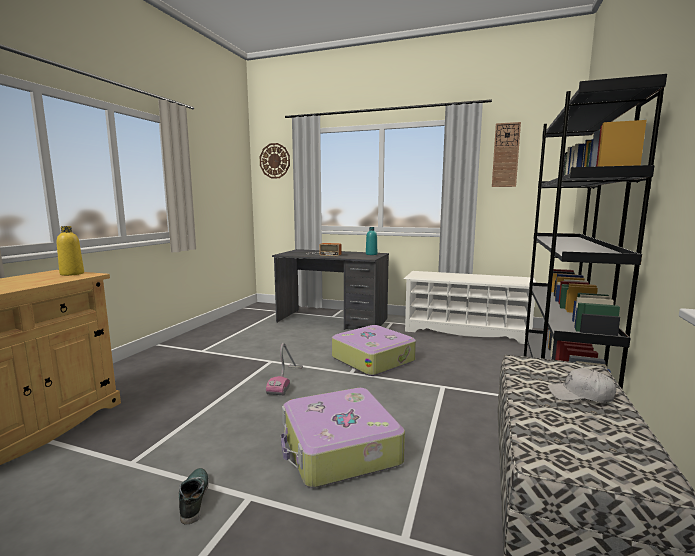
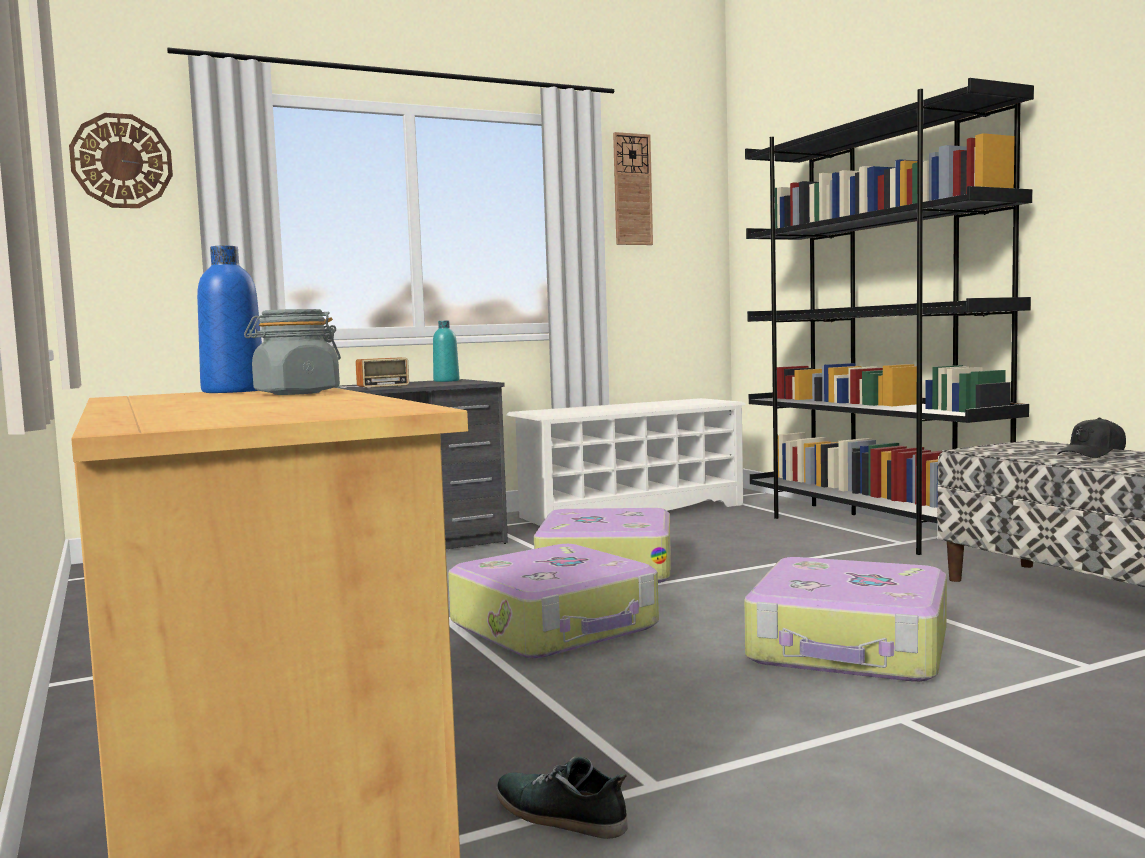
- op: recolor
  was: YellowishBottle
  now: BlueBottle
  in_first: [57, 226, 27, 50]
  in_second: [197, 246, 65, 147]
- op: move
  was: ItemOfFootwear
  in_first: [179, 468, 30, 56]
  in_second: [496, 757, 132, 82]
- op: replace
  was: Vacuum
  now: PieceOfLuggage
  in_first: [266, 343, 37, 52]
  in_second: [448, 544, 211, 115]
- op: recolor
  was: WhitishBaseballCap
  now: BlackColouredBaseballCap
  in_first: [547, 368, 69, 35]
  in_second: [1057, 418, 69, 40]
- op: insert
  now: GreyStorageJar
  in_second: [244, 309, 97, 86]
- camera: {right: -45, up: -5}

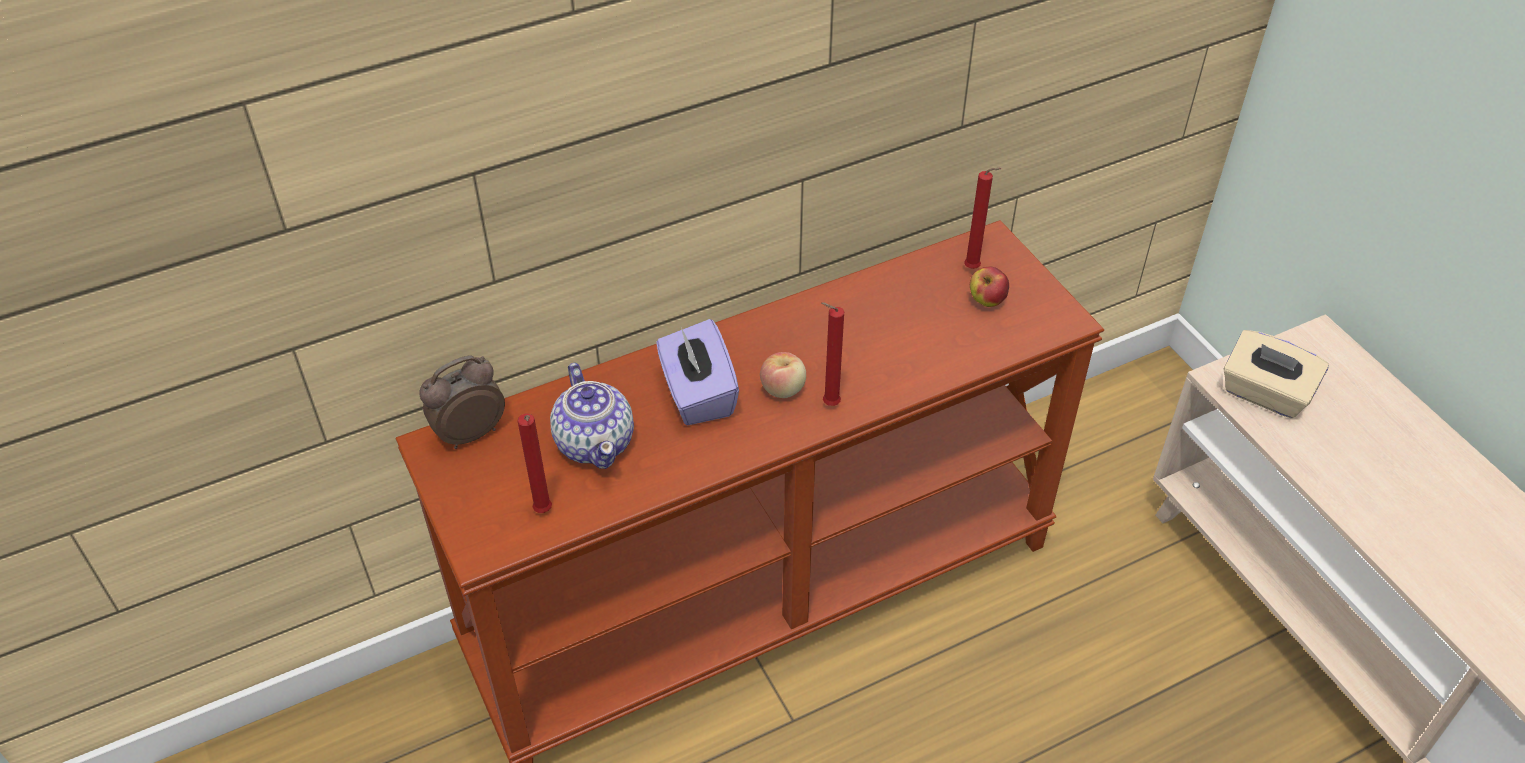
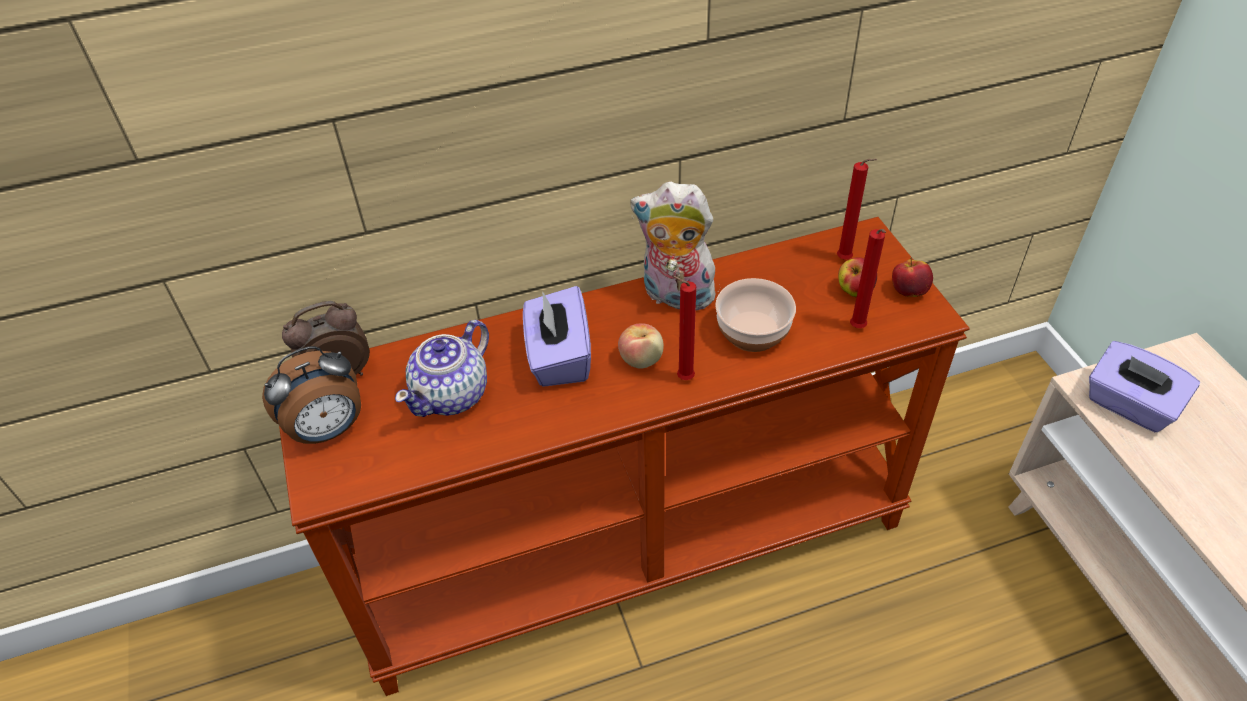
- op: move
  was: RedWaxCandle
  in_first: [518, 414, 34, 99]
  in_second: [850, 229, 36, 99]
- op: rotate
  was: TeaPot
  in_first: [550, 363, 84, 106]
  in_second: [395, 320, 94, 97]
  clockwise: 45
- op: recolor
  was: BeigeColouredTissueHolder
  now: PurpleTissueHolder
  in_first: [1223, 330, 106, 88]
  in_second: [1089, 341, 111, 91]
- op: insert
  now: AlarmClock
  in_second: [262, 346, 99, 98]
- op: insert
  now: PlushToy
  in_second: [630, 182, 90, 128]
- op: insert
  now: ServingBowl
  in_second: [715, 278, 81, 74]
- op: insert
  now: AppleFruit
  in_second: [892, 258, 41, 39]
- camera: {right: 10, up: 0}

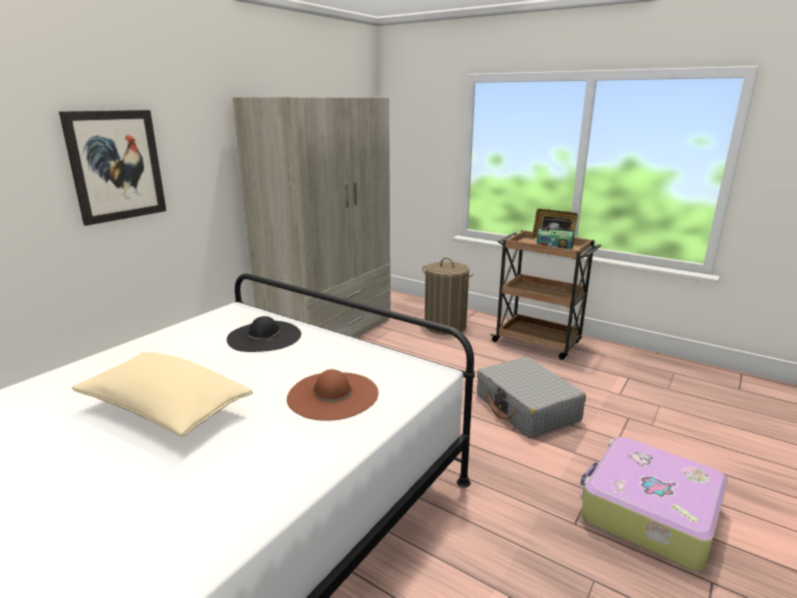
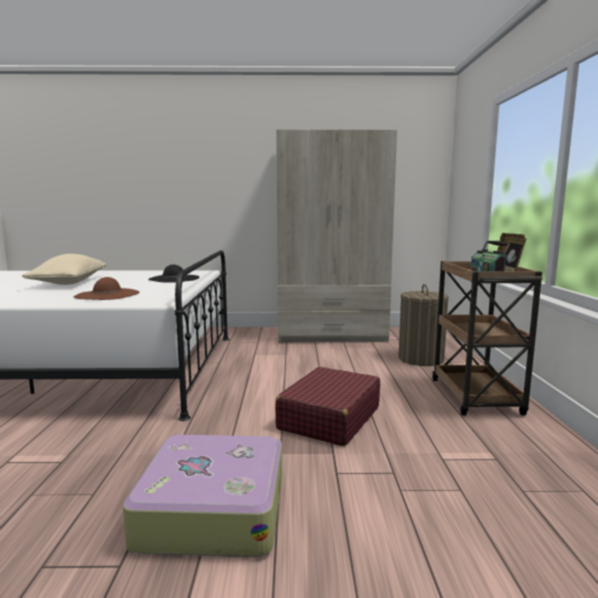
- op: delete
  was: WallPicture
  in_first: [59, 110, 107, 116]
- op: recolor
  was: GreyPieceOfLuggage
  now: RedPieceOfLuggage
  in_first: [477, 357, 109, 82]
  in_second: [275, 367, 105, 79]
- camera: {right: 55, up: -10}

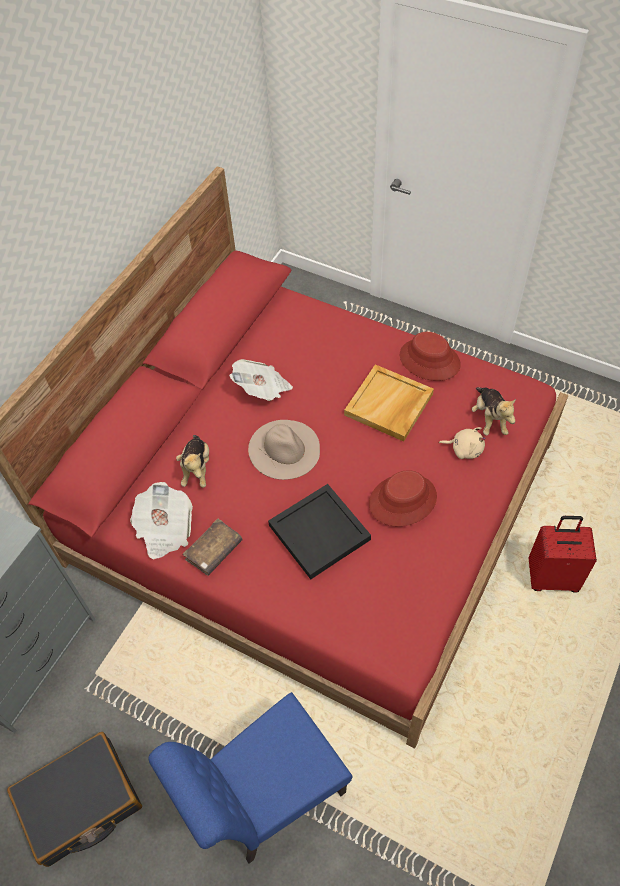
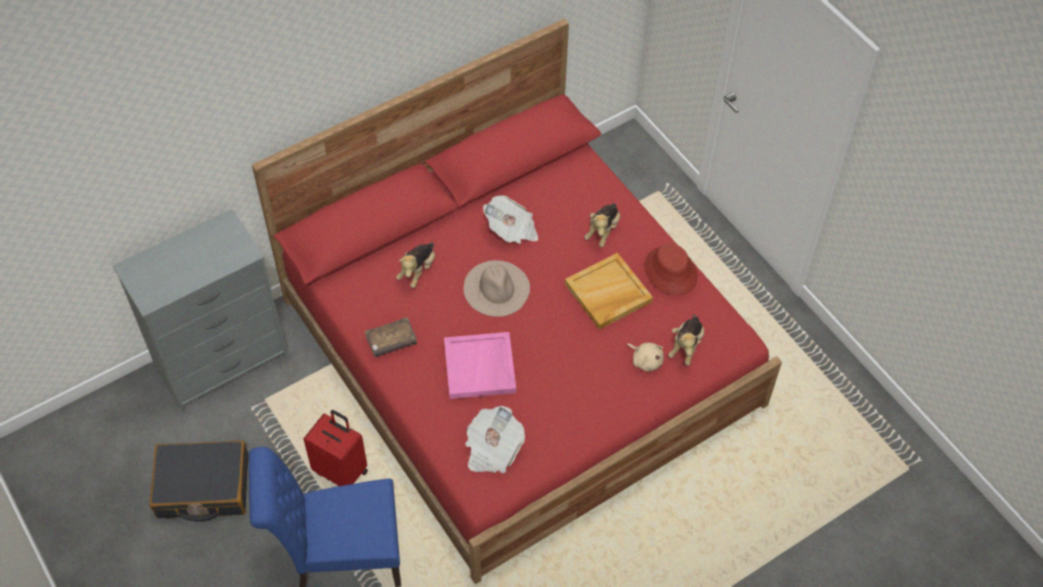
- op: move
  was: DailyPaper
  in_first: [130, 482, 63, 77]
  in_second: [465, 406, 60, 67]
- op: recolor
  was: BlackColouredTray
  now: PinkColouredTray
  in_first: [268, 484, 103, 95]
  in_second: [444, 332, 72, 67]
- op: delete
  was: RedWearableHat
  in_first: [369, 470, 68, 56]
- op: move
  was: RedPieceOfLuggage
  in_first: [528, 516, 69, 76]
  in_second: [303, 410, 65, 76]
- op: insert
  now: PlushToy
  in_second: [584, 203, 36, 44]
- camera: {right: 25, up: 0}

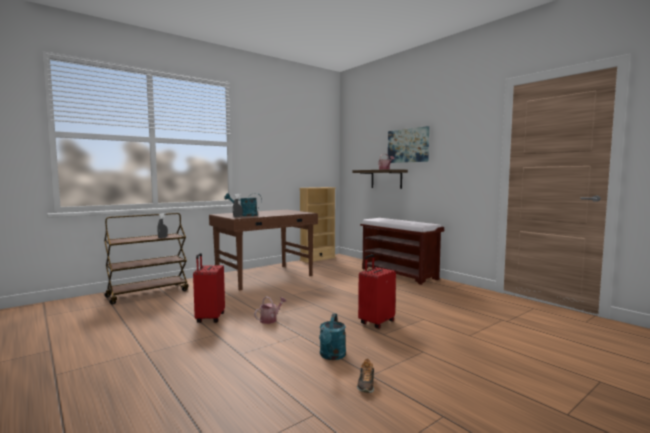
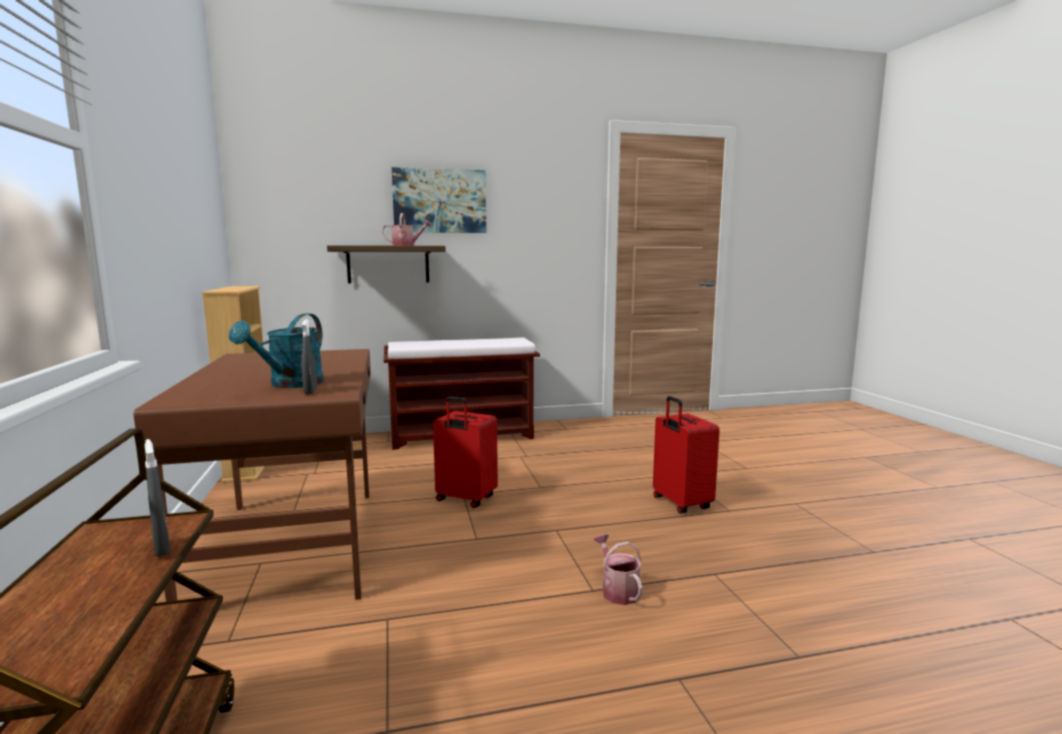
- op: move
  was: RedPieceOfLuggage
  in_first: [193, 253, 32, 70]
  in_second: [433, 396, 65, 112]
- op: delete
  was: TurquoiseWateringPot
  in_first: [319, 313, 27, 47]
- op: delete
  was: ItemOfFootwear
  in_first: [357, 358, 17, 35]
- camera: {right: -65, up: 5}

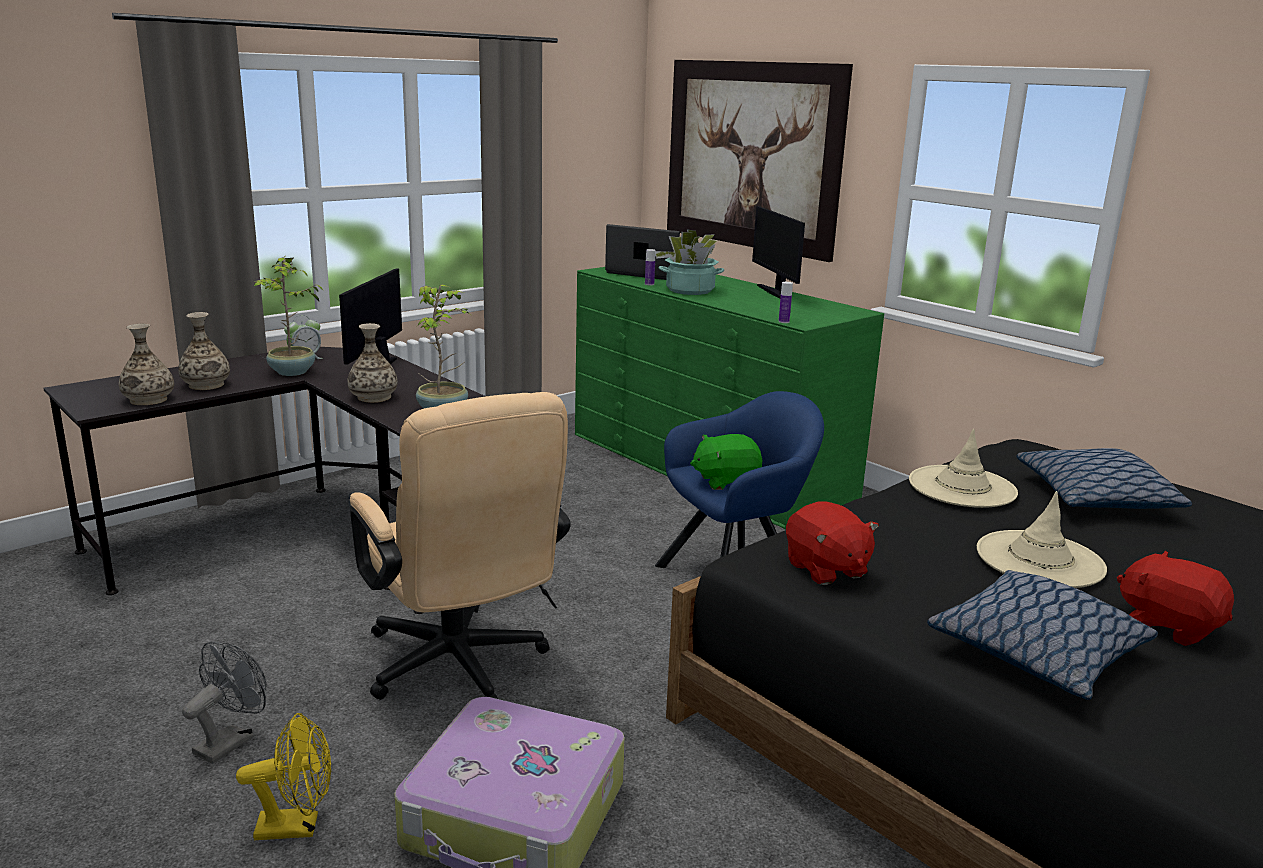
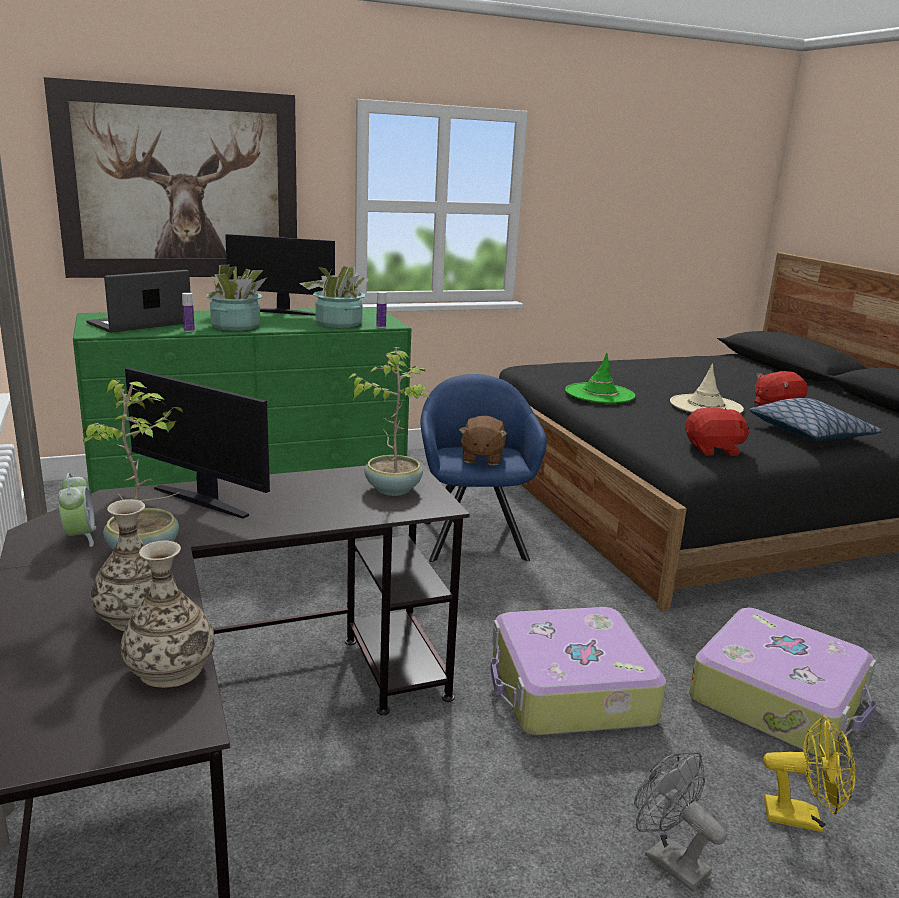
- op: rotate
  was: YellowishFan
  in_first: [236, 713, 95, 127]
  in_second: [763, 716, 92, 116]
  clockwise: 90
- op: delete
  was: DecorativeVase
  in_first: [347, 323, 51, 80]
- op: replace
  was: BeigeColouredOfficeChair
  now: PieceOfLuggage
  in_first: [349, 392, 222, 308]
  in_second: [490, 607, 176, 129]
- op: recolor
  was: GreenPlushToy
  now: BrownishPlushToy
  in_first: [690, 434, 73, 56]
  in_second: [459, 415, 48, 50]
- op: recolor
  was: BeigeColouredWearableHat
  now: GreenWearableHat
  in_first: [909, 429, 109, 79]
  in_second: [565, 353, 70, 50]
- op: delete
  was: Cushion
  in_first: [1017, 448, 175, 61]
- op: insert
  now: Houseplant
  in_second: [299, 266, 70, 62]
- camera: {right: -70, up: 0}

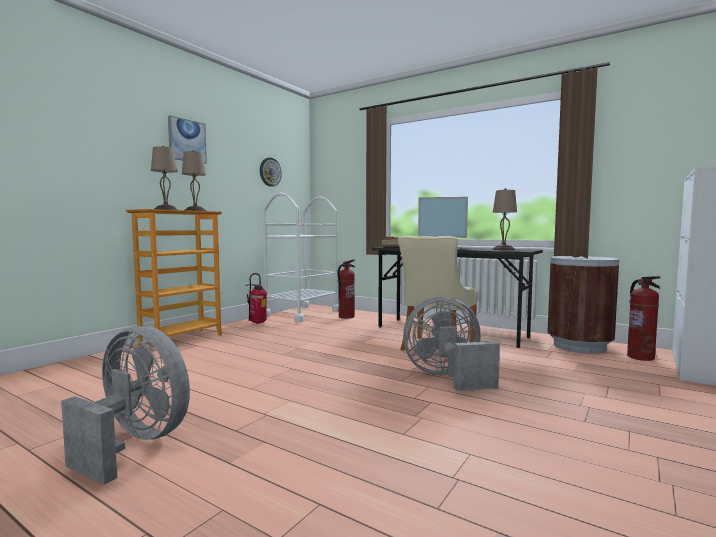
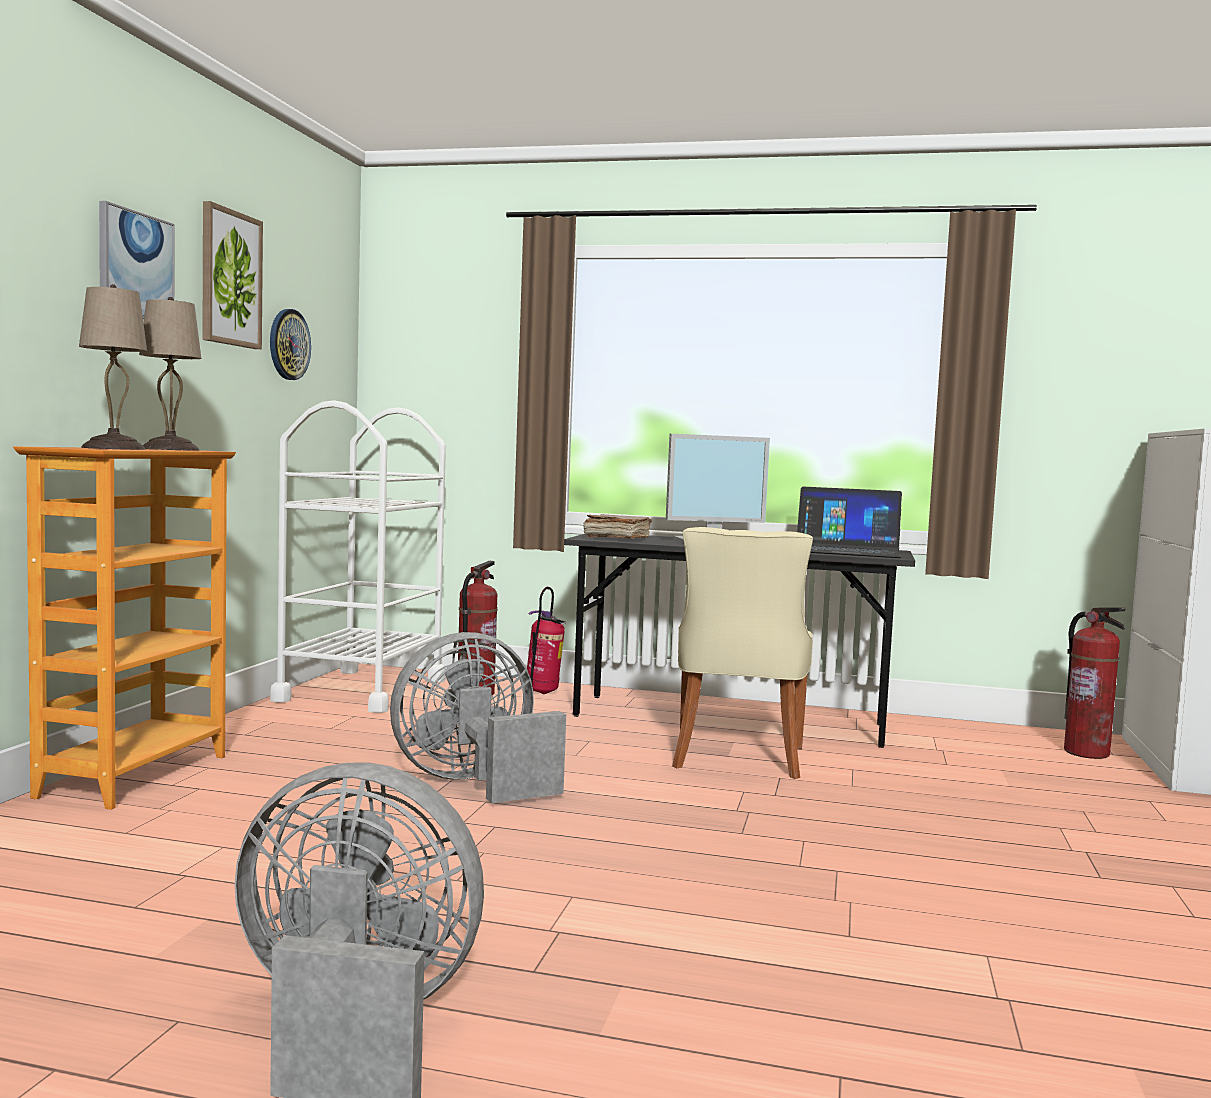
- op: move
  was: FireFightingCylinder
  in_first: [246, 273, 21, 51]
  in_second: [527, 587, 39, 107]
- op: move
  was: GreyFan
  in_first: [403, 297, 97, 94]
  in_second: [390, 632, 176, 171]
- op: replace
  was: BeigeColouredTableLamp
  now: Laptop
  in_first: [492, 188, 25, 62]
  in_second: [797, 487, 105, 71]
- op: delete
  was: BrownishTrashCan
  in_first: [547, 256, 73, 98]
- op: insert
  now: WallPicture
  in_second: [202, 201, 61, 148]
- camera: {right: -20, up: 0}

